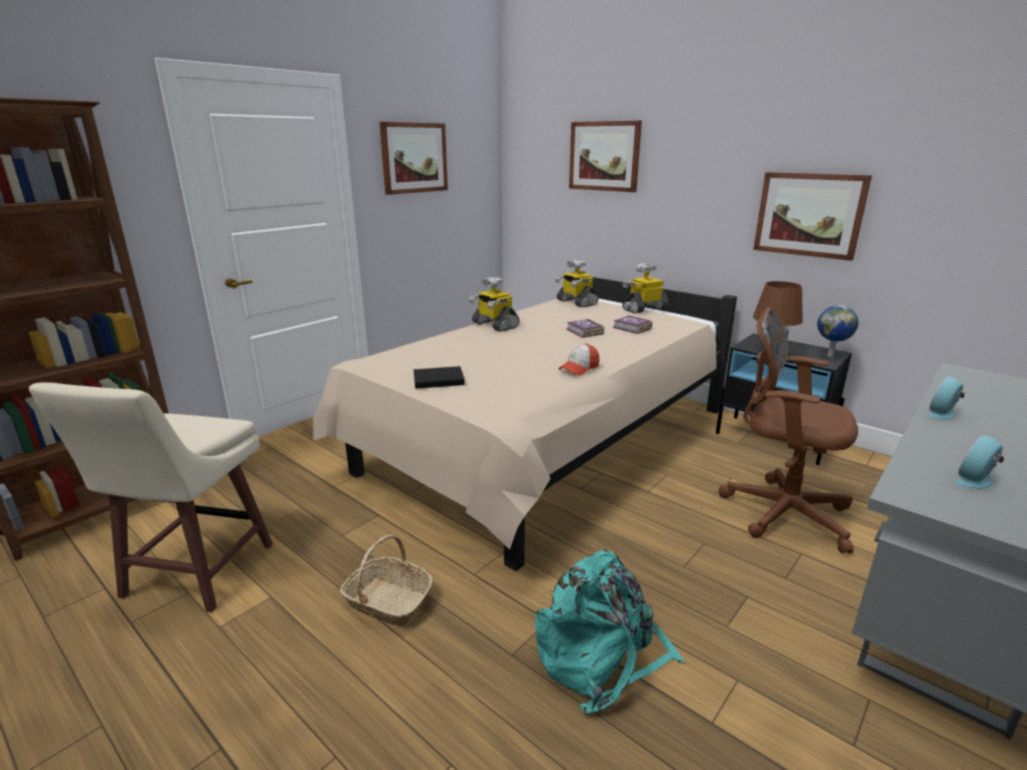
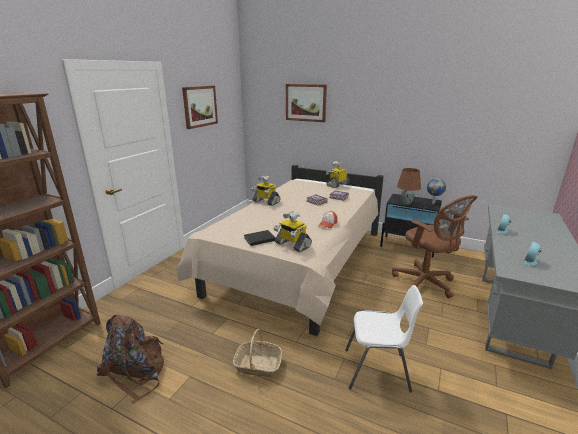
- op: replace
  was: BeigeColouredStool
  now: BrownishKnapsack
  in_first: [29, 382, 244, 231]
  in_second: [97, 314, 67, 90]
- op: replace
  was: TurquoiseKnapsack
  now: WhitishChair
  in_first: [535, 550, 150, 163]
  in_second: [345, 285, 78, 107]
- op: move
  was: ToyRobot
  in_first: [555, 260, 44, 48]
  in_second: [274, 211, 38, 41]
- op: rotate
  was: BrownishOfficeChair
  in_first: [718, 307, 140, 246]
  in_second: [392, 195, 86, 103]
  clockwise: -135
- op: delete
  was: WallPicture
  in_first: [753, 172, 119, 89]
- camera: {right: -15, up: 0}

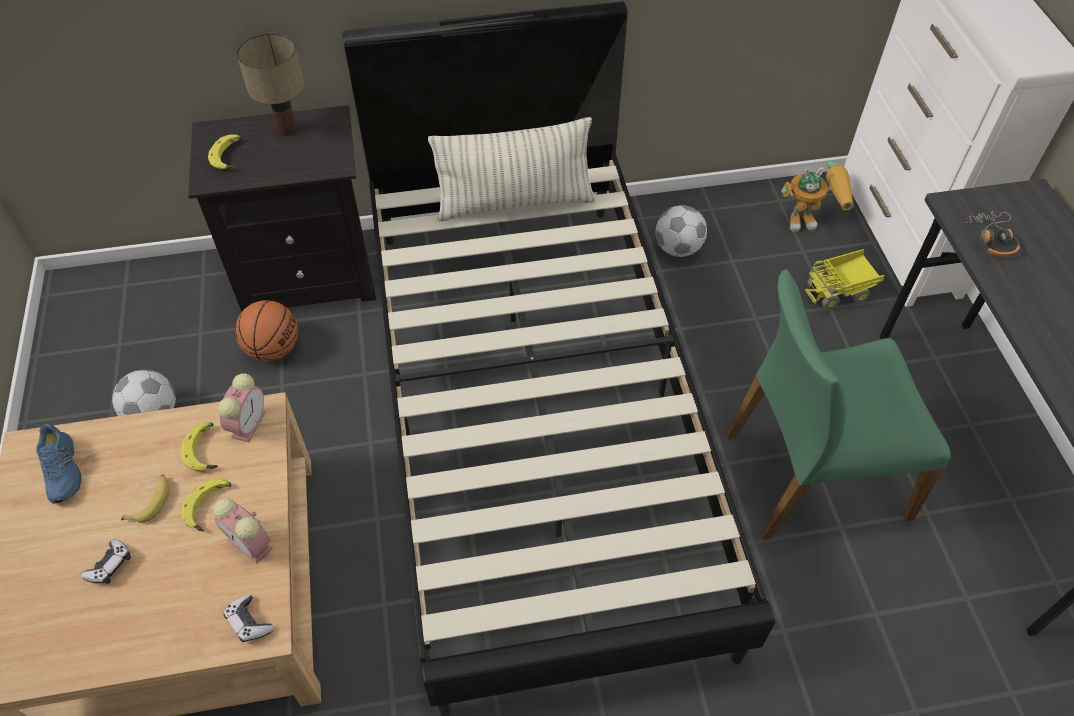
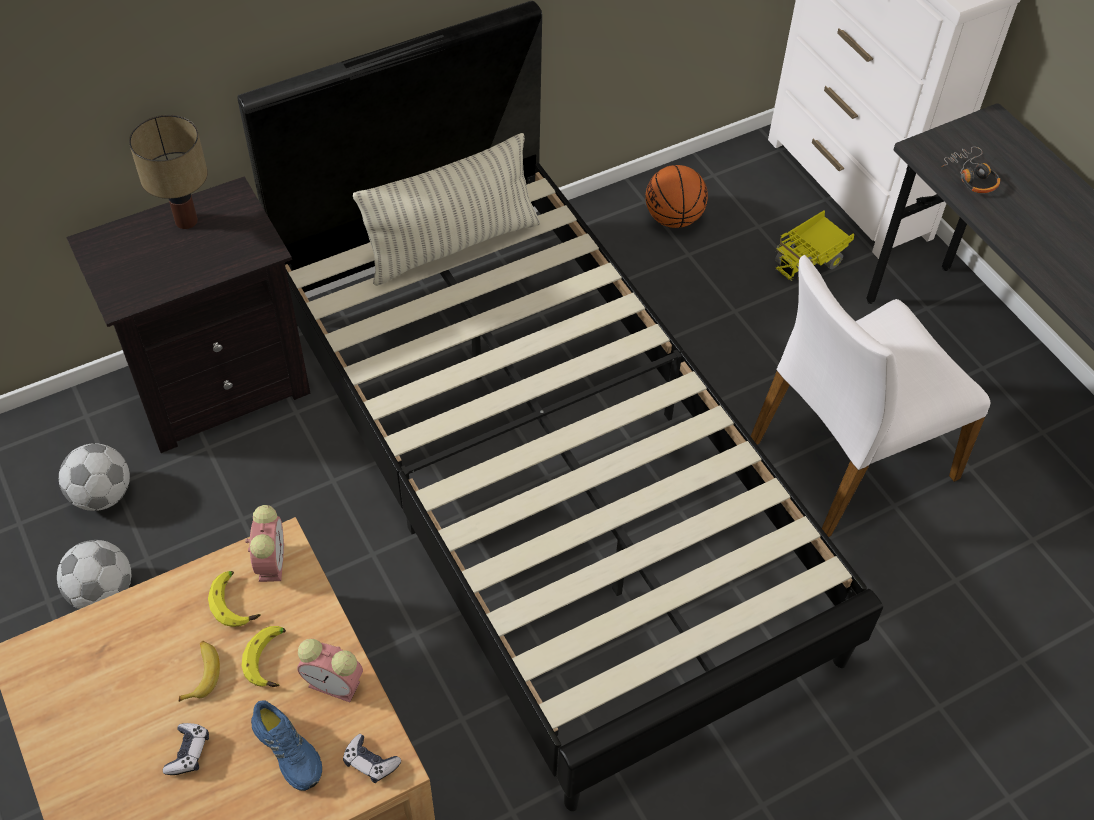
- op: move
  was: BlueItemOfFootwear
  in_first: [36, 424, 46, 80]
  in_second: [251, 700, 71, 91]
- op: delete
  was: Banana
  in_first: [208, 134, 34, 35]
- op: move
  was: BasketballBall
  in_first: [235, 300, 63, 61]
  in_second: [645, 165, 63, 63]
- op: move
  was: FootballBall
  in_first: [656, 205, 51, 52]
  in_second: [59, 443, 71, 68]
- op: recolor
  was: GreenChair
  now: WhitishChair
  in_first: [726, 269, 225, 271]
  in_second: [751, 255, 239, 282]
- op: delete
  was: ToyRobot
  in_first: [781, 161, 72, 71]
- camera: {right: -20, up: 0}

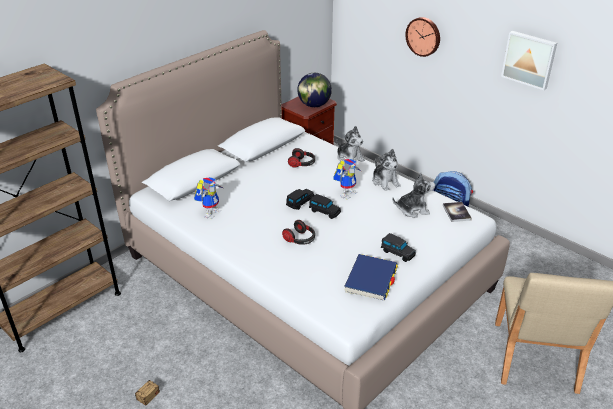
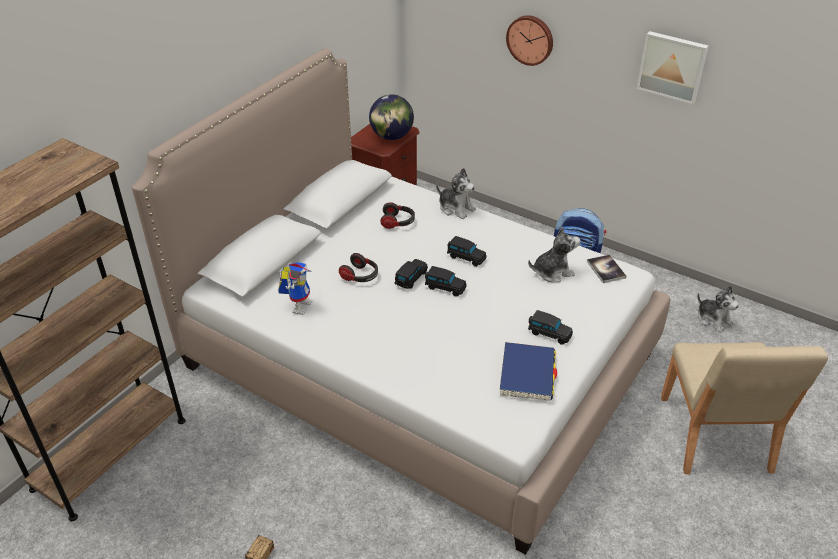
- op: move
  was: Headset
  in_first: [282, 220, 33, 25]
  in_second: [339, 253, 39, 29]
- op: replace
  was: ToyRobot
  now: BlackColouredToyCar
  in_first: [333, 159, 28, 41]
  in_second: [447, 236, 40, 31]
- op: move
  was: PlushToy
  in_first: [372, 149, 28, 42]
  in_second: [697, 285, 42, 47]
- camera: {right: -10, up: 5}

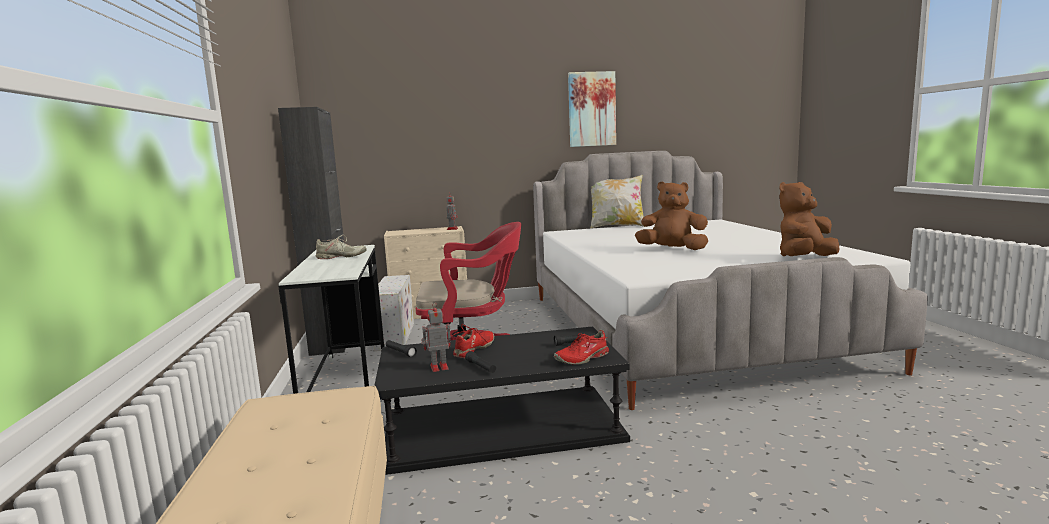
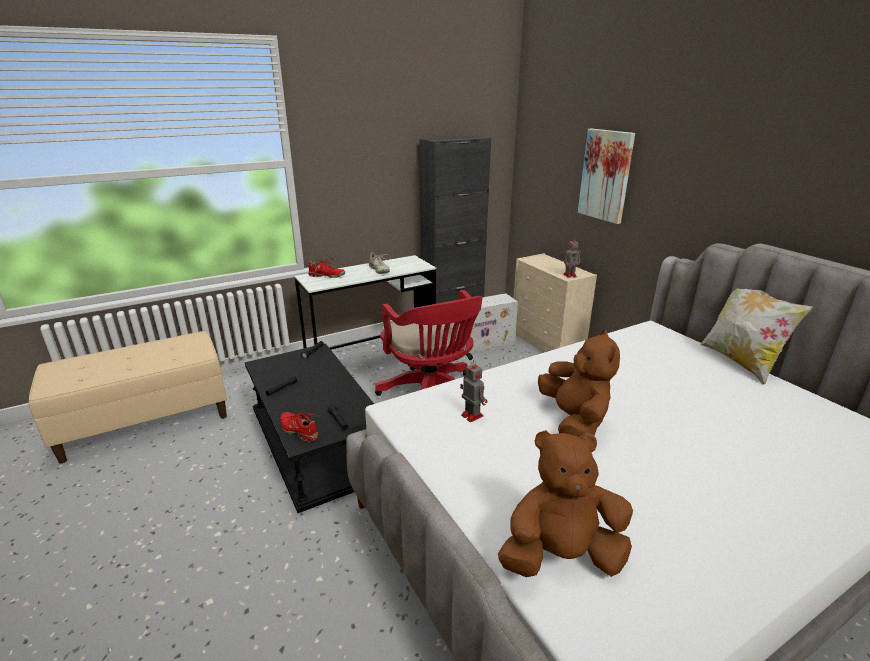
- op: move
  was: ToyRobot
  in_first: [421, 302, 30, 70]
  in_second: [460, 360, 27, 62]
- op: move
  was: RedItemOfFootwear
  in_first: [451, 324, 43, 34]
  in_second: [308, 258, 37, 20]
- op: move
  was: WallPicture
  in_first: [568, 71, 48, 76]
  in_second: [578, 129, 57, 95]
- op: rotate
  was: BrownishPlushToy
  in_first: [779, 182, 61, 74]
  in_second: [498, 430, 135, 147]
  clockwise: -45
- camera: {right: 70, up: 15}

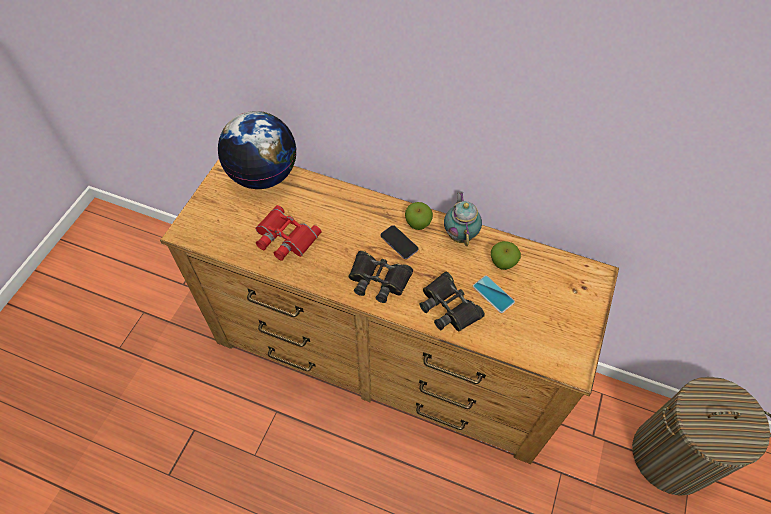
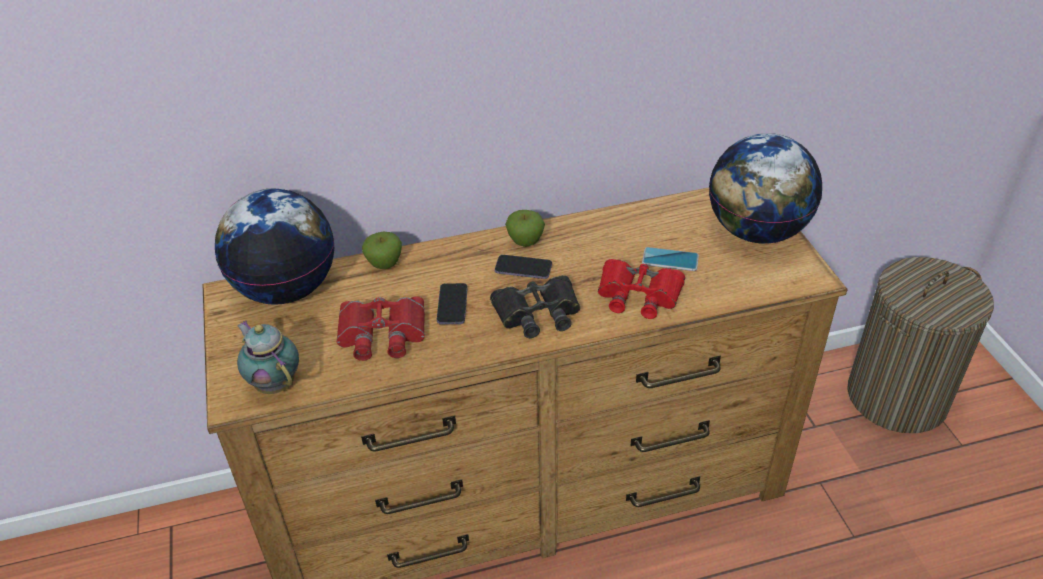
- op: recolor
  was: BlackColouredFieldGlasses
  now: RedFieldGlasses
  in_first: [420, 272, 65, 59]
  in_second: [598, 259, 87, 60]
- op: move
  was: TeaPot
  in_first: [444, 191, 38, 55]
  in_second: [237, 320, 62, 74]
- op: move
  was: AppleFruit
  in_first: [491, 241, 30, 29]
  in_second: [362, 232, 40, 37]
- op: insert
  now: Phone
  in_second: [437, 283, 31, 41]
- op: insert
  now: Globe
  in_second: [709, 133, 113, 110]
- camera: {right: -35, up: -15}

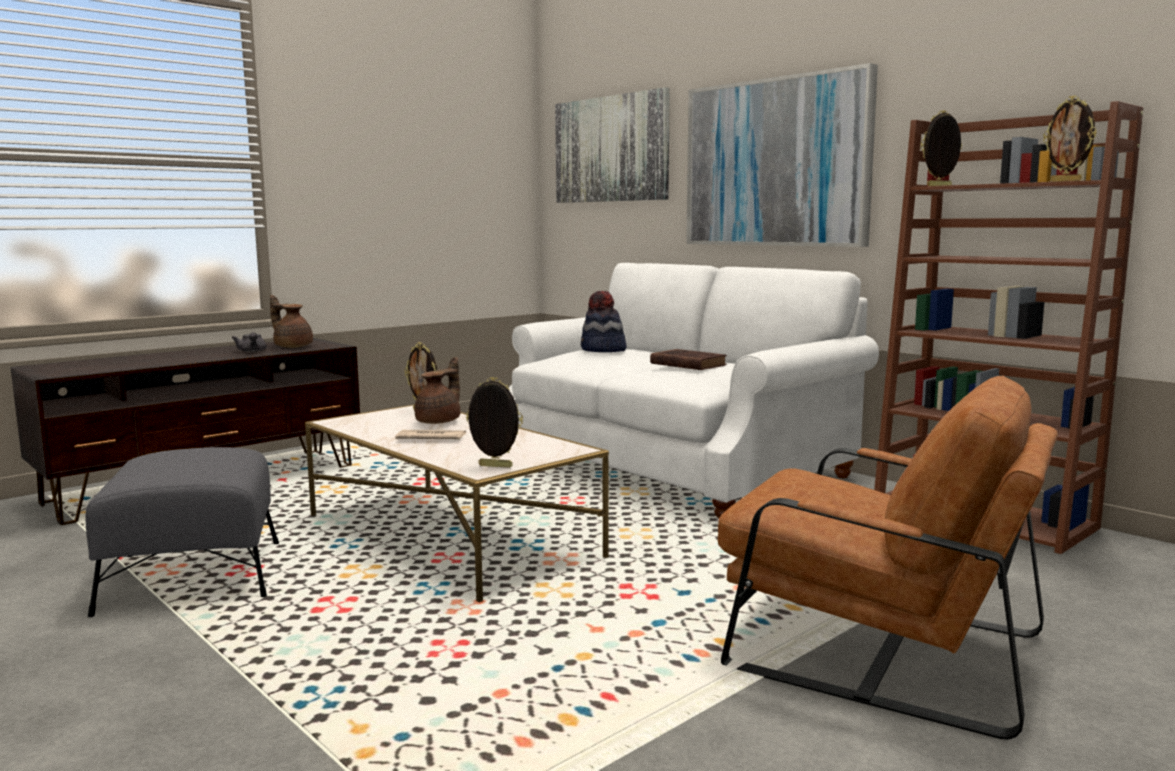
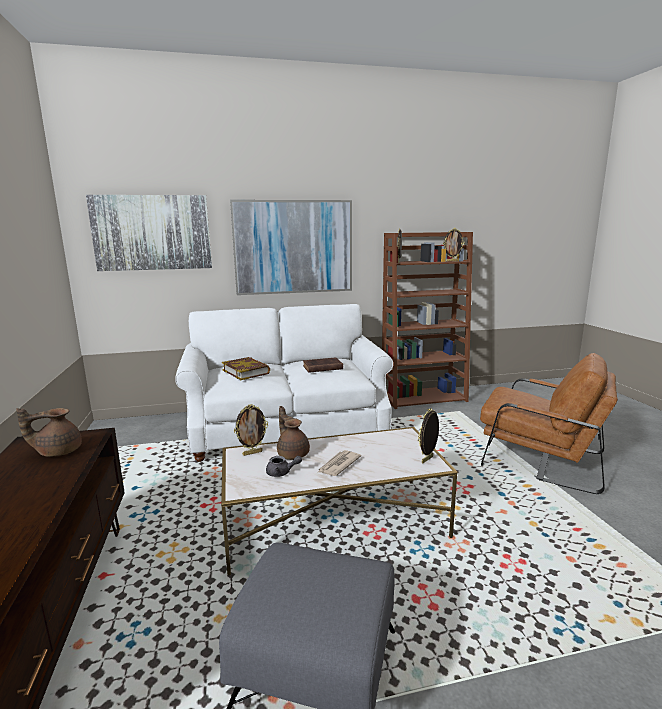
- op: move
  was: GreyTeaPot
  in_first: [232, 332, 35, 20]
  in_second: [266, 456, 36, 21]
- op: replace
  was: WearableHat
  now: Book
  in_first: [581, 291, 45, 61]
  in_second: [222, 357, 48, 23]
- op: rotate
  was: BrownishArmchair
  in_first: [717, 376, 341, 363]
  in_second: [480, 353, 138, 141]
  clockwise: 60
- camera: {right: -60, up: 5}

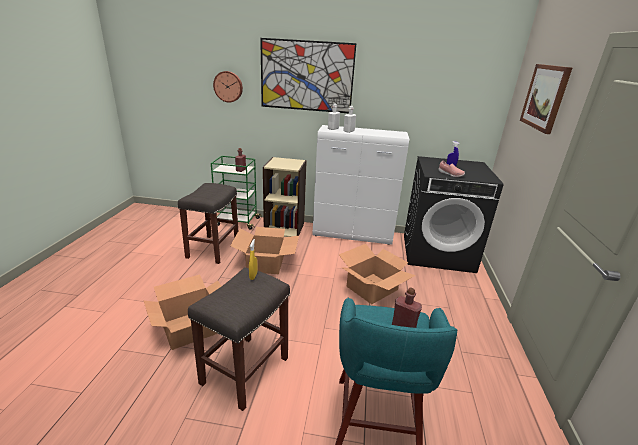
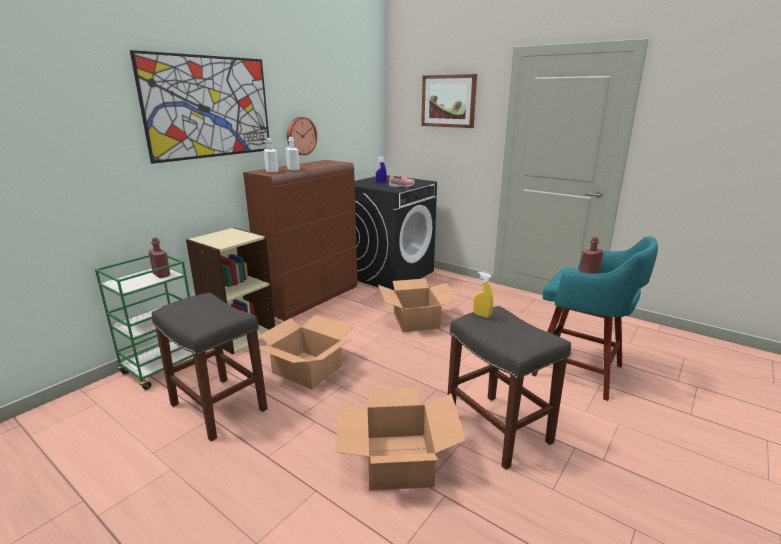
- op: move
  was: HangingClock
  in_first: [213, 71, 30, 32]
  in_second: [287, 117, 30, 38]
- op: recolor
  was: WhitishStorageCabinet
  now: BrownishStorageCabinet
  in_first: [313, 125, 96, 120]
  in_second: [243, 160, 114, 161]
- camera: {right: -60, up: -5}

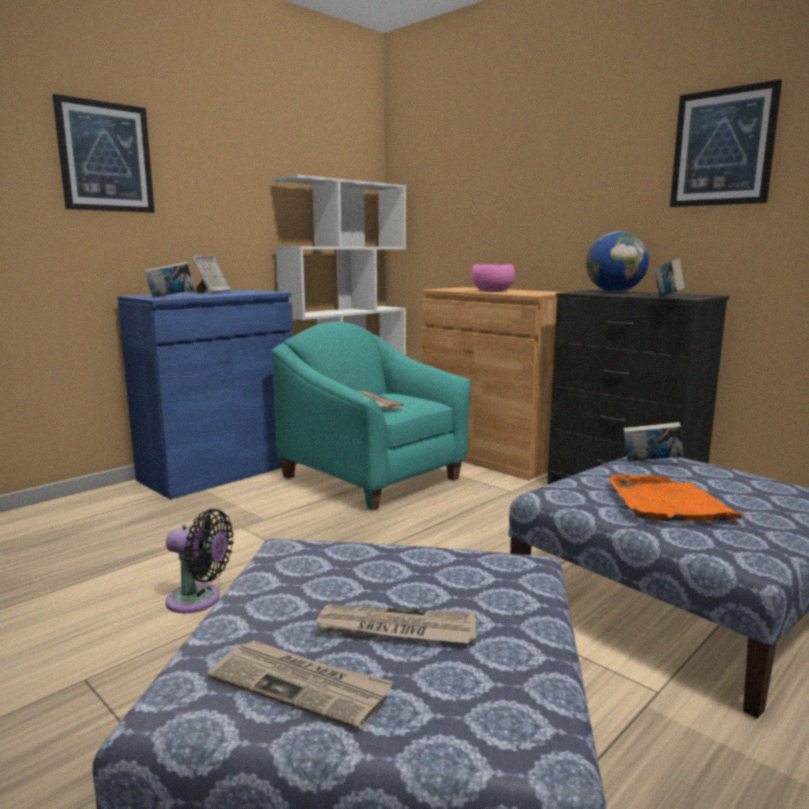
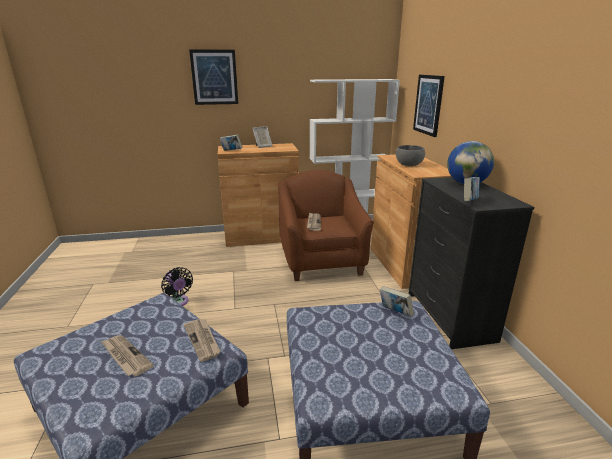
- op: recolor
  was: BlueStorageCabinet
  now: BrownishStorageCabinet
  in_first: [117, 290, 181, 209]
  in_second: [218, 143, 81, 104]
- op: move
  was: DailyPaper
  in_first: [207, 640, 187, 90]
  in_second: [184, 319, 37, 43]
- op: recolor
  was: TurquoiseArmchair
  now: BrownishArmchair
  in_first: [272, 322, 200, 189]
  in_second: [278, 170, 96, 111]
- op: recolor
  was: PinkColouredServingBowl
  now: GreyServingBowl
  in_first: [471, 264, 44, 28]
  in_second: [396, 145, 29, 21]
- op: delete
  was: OrangeColouredTray
  in_first: [608, 475, 139, 46]
- op: move
  was: WallPicture
  in_first: [670, 79, 112, 128]
  in_second: [413, 75, 32, 62]
- camera: {right: 35, up: 10}

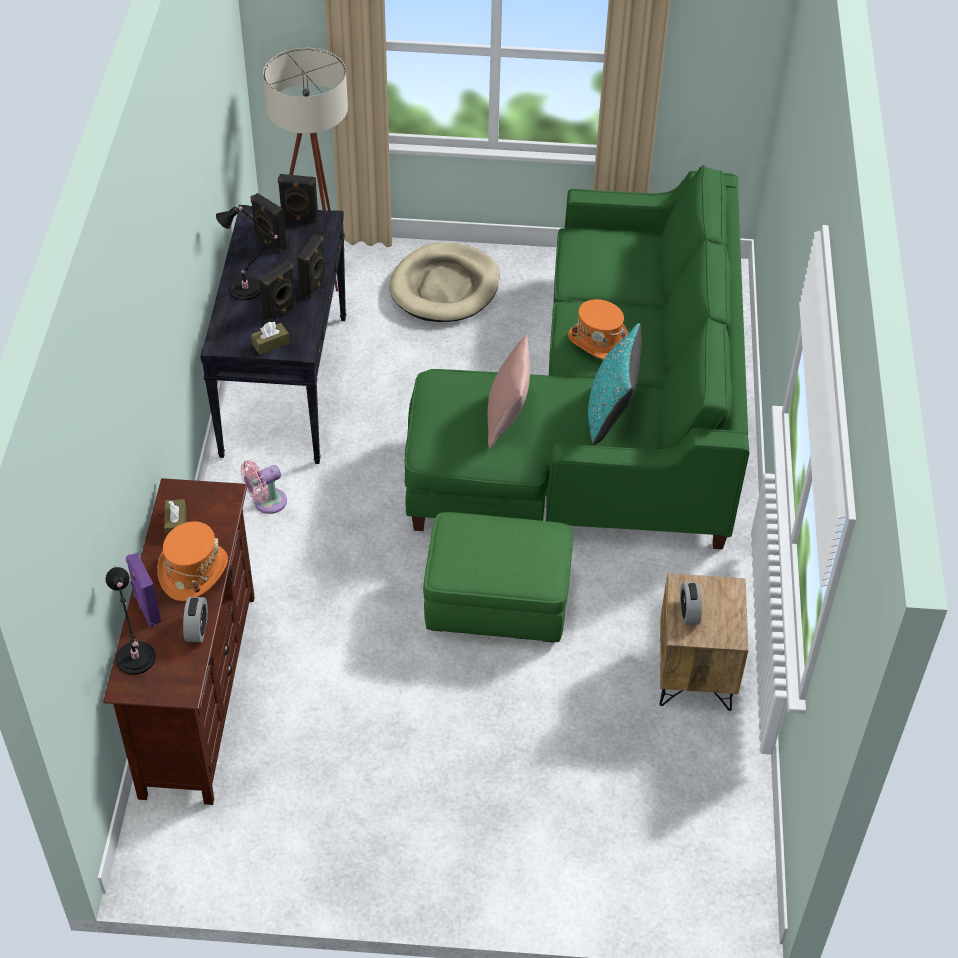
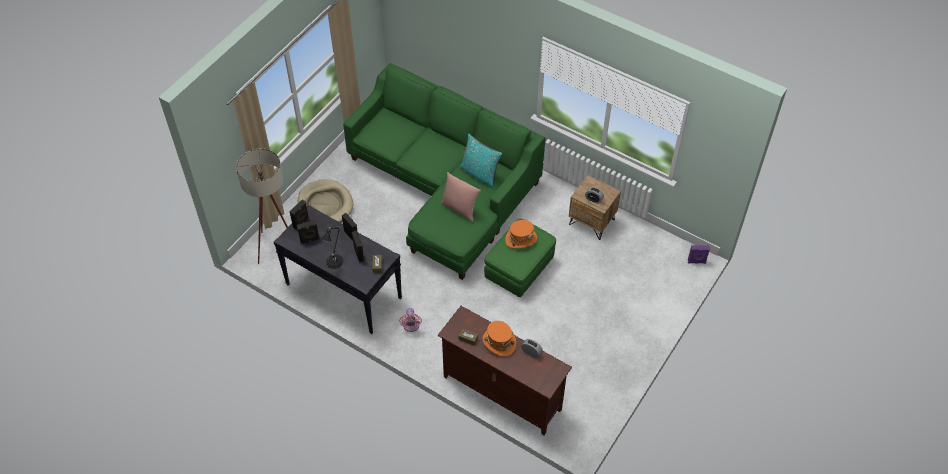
- op: delete
  was: BlackColouredTableLamp
  in_first: [106, 567, 50, 108]
- op: move
  was: PurpleLoudspeaker
  in_first: [126, 553, 35, 74]
  in_second: [688, 245, 22, 19]
- op: move
  was: OrangeColouredWearableHat
  in_first: [568, 299, 60, 61]
  in_second: [505, 220, 32, 29]
- camera: {right: -60, up: 5}

